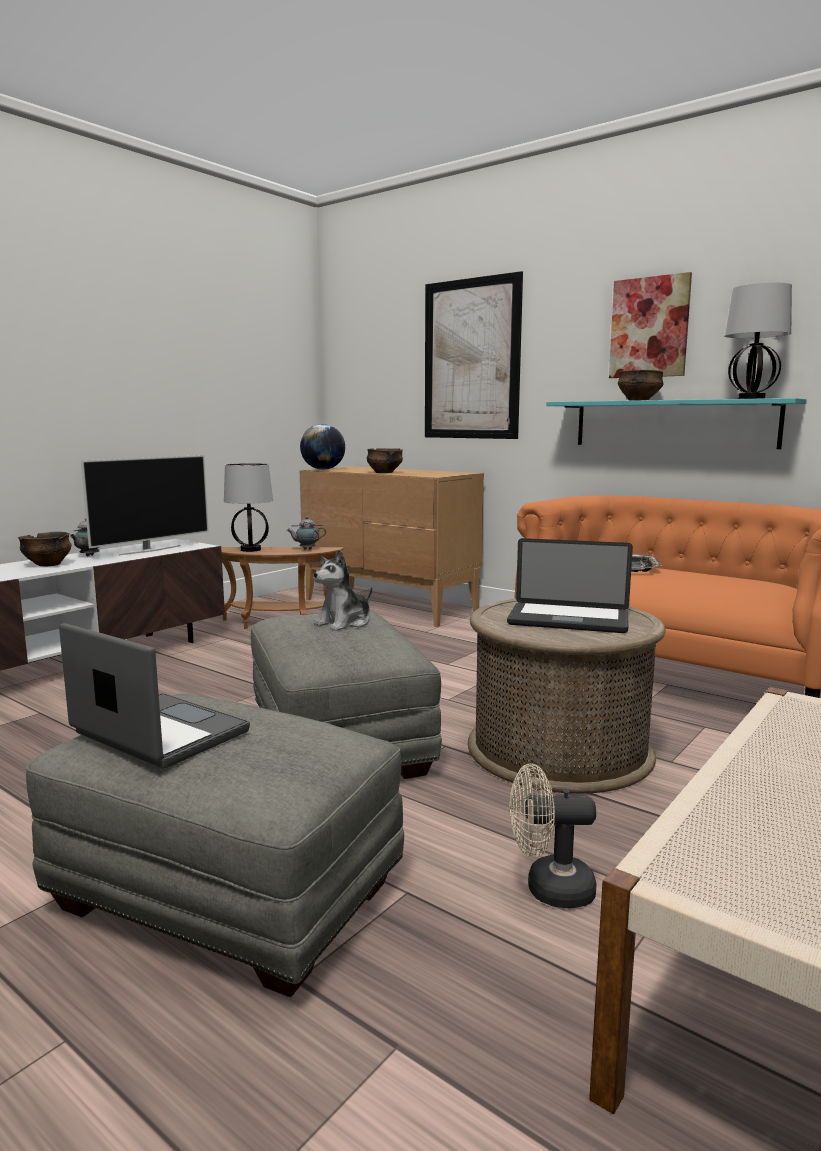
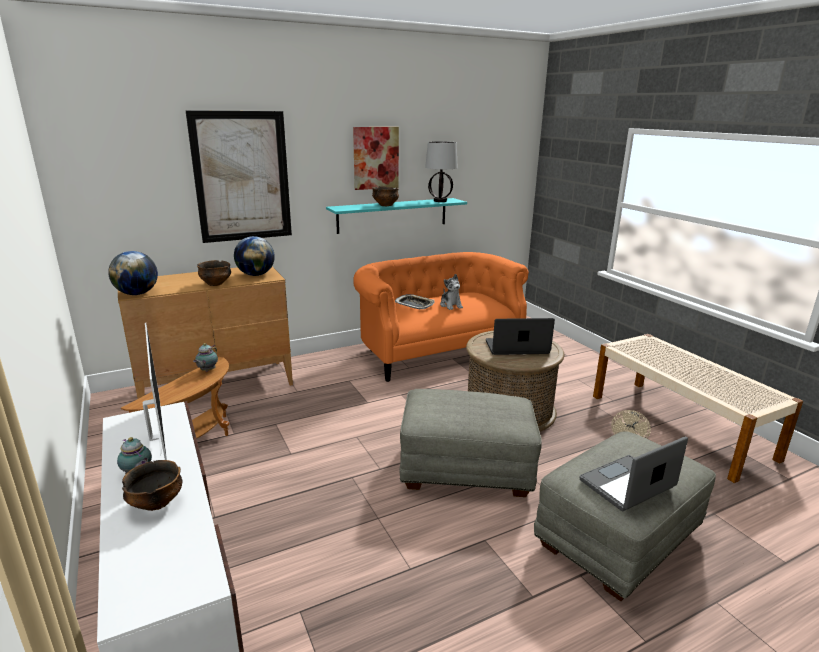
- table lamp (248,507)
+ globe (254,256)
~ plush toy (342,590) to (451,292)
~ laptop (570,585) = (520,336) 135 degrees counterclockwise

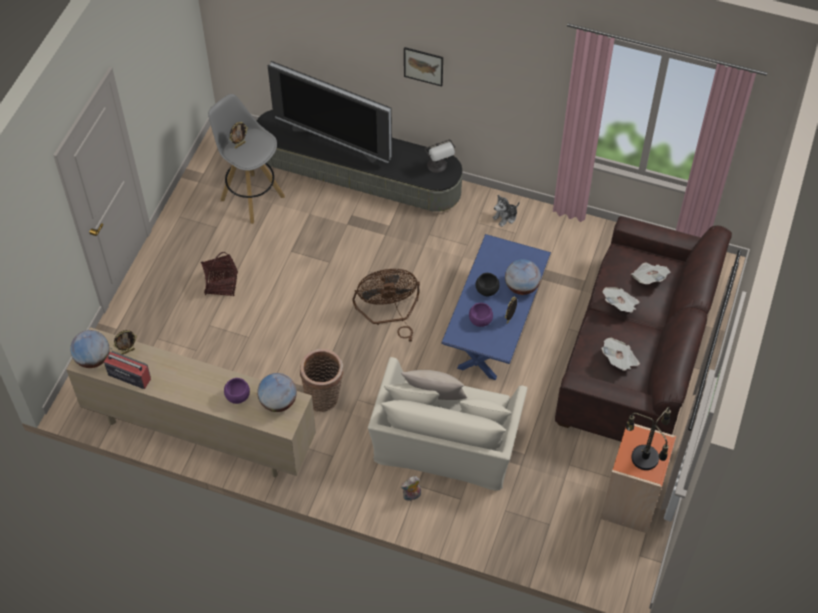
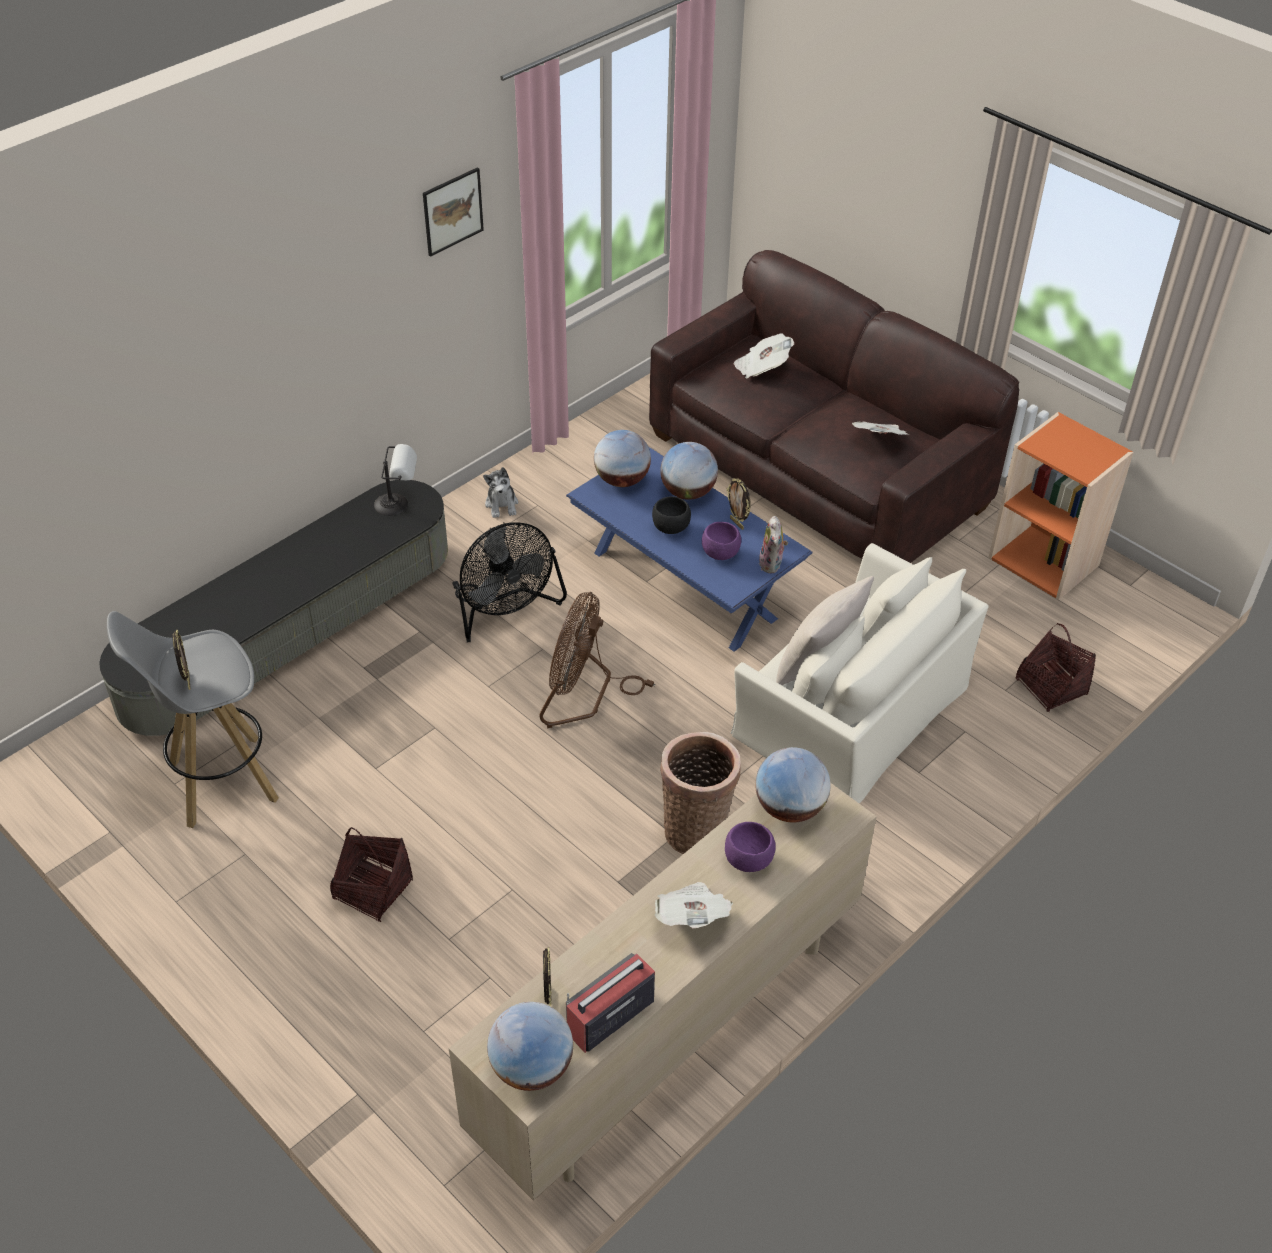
- television (330,112)
- table lamp (648,438)
+ black fan (509,582)
+ globe (622,458)
+ basket (1055,667)
~ plush toy (411,488) to (773,544)
~ picture (423,67) to (453,212)
~ newspaper (621,300) to (694,905)

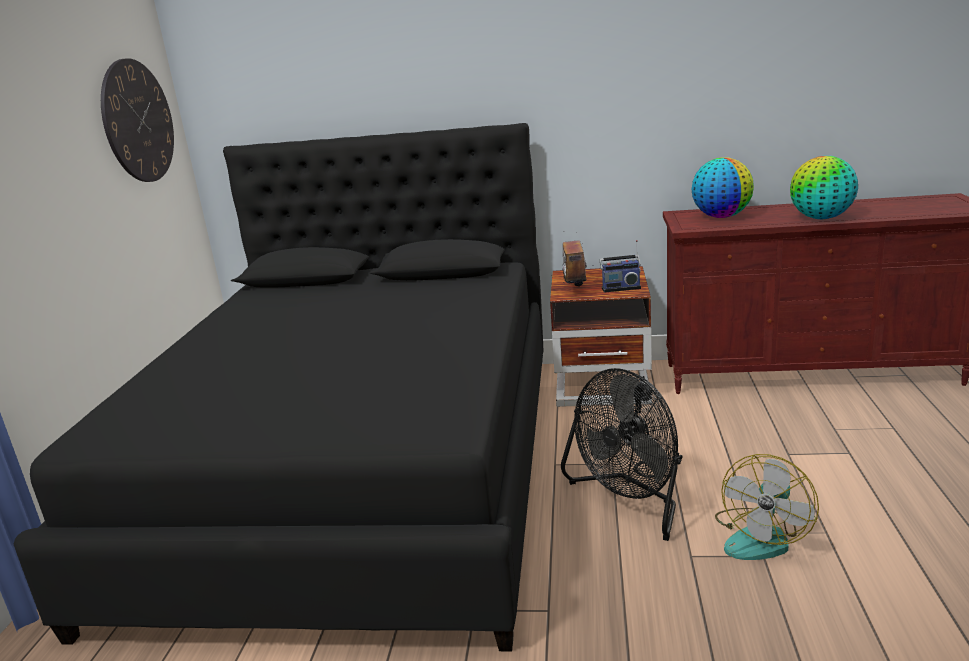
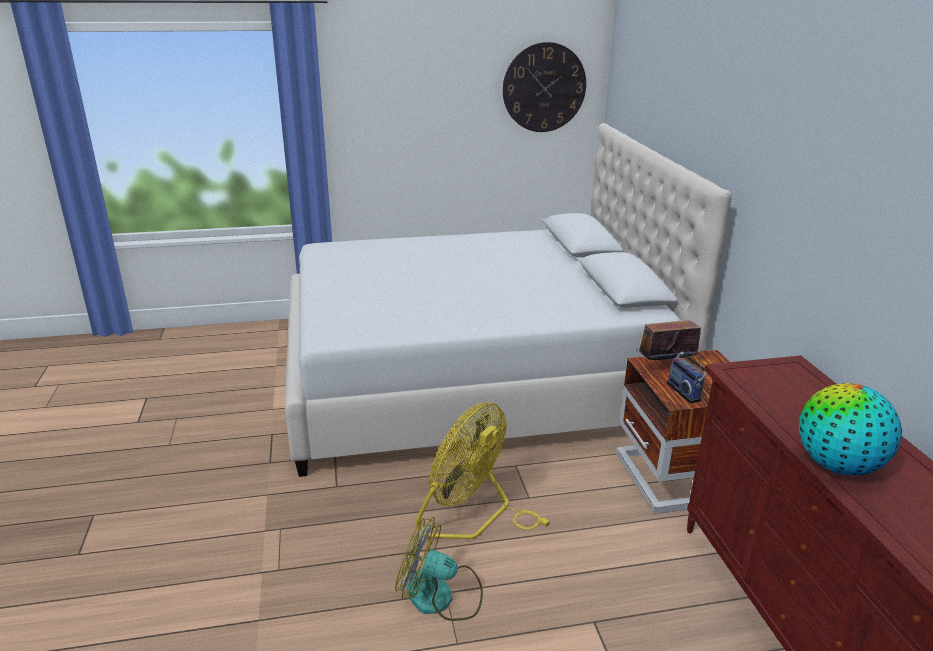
- globe (722,187)
~ black bed (278,387) to white bed (508,300)
~ black fan (621,454) to yellow fan (483,471)

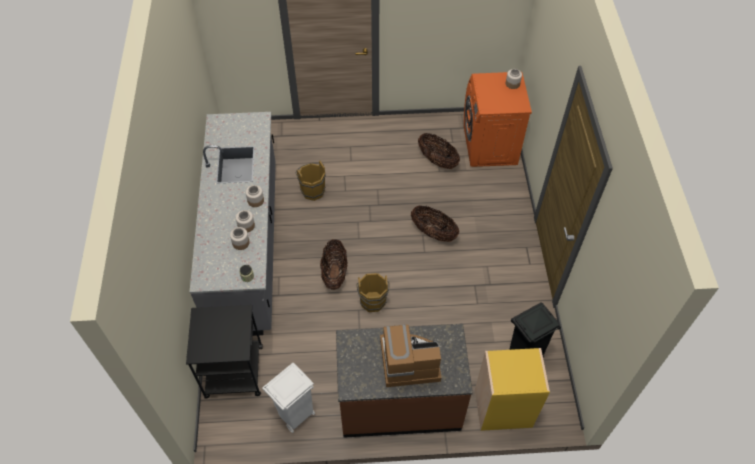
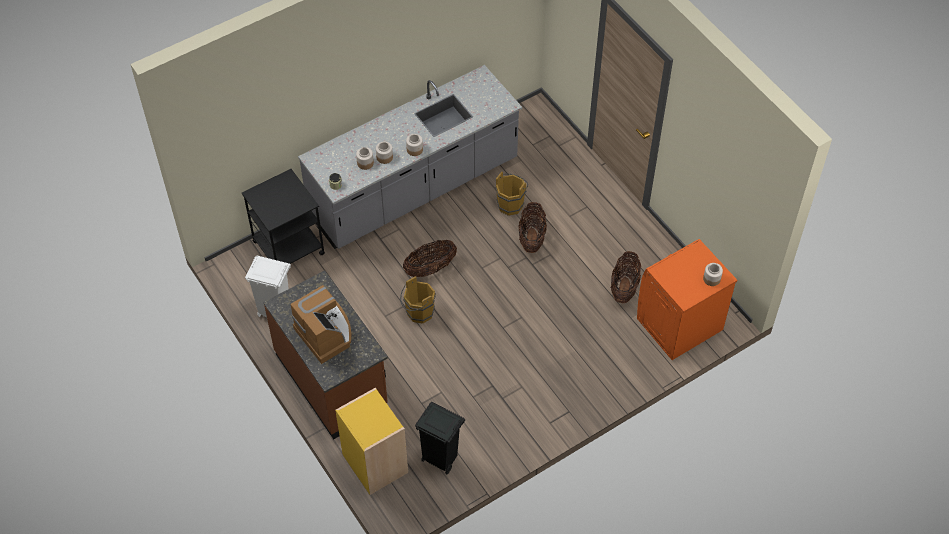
~ basket (435,224) to (533,227)

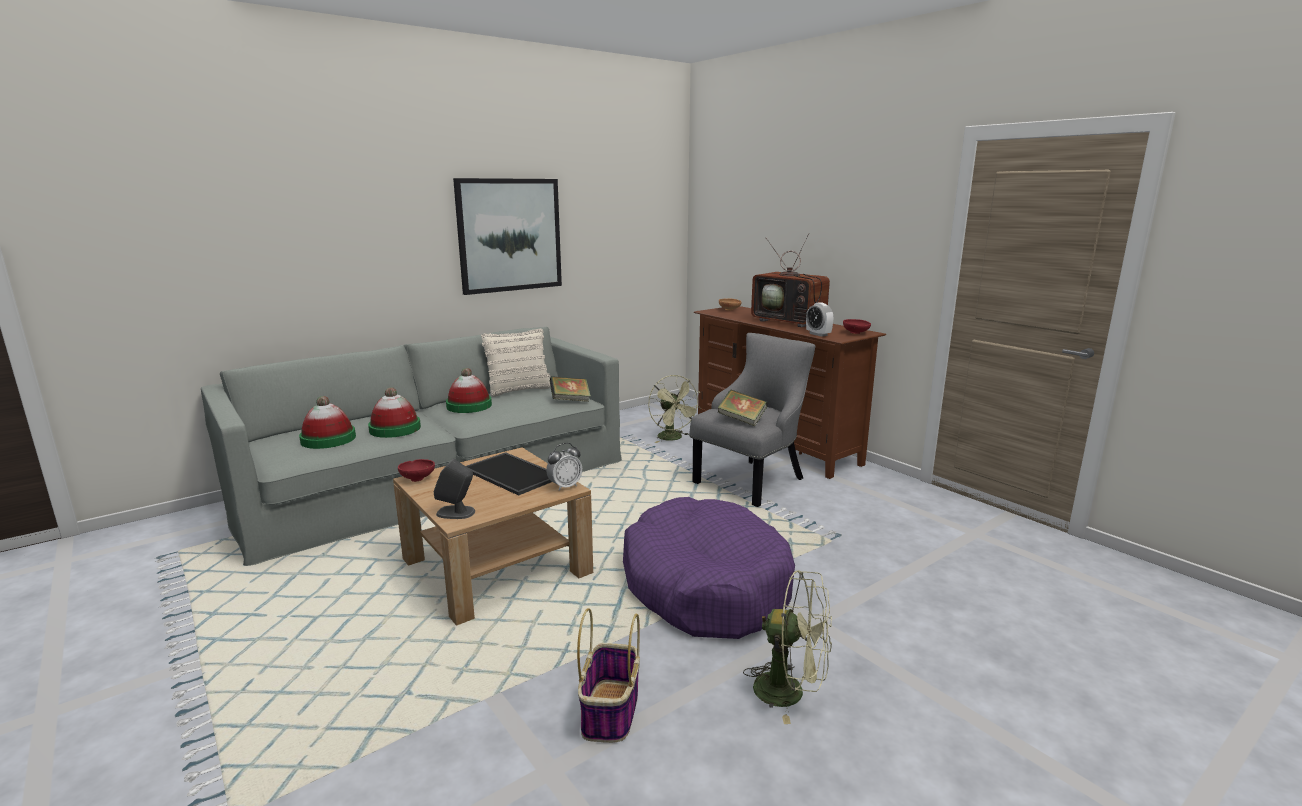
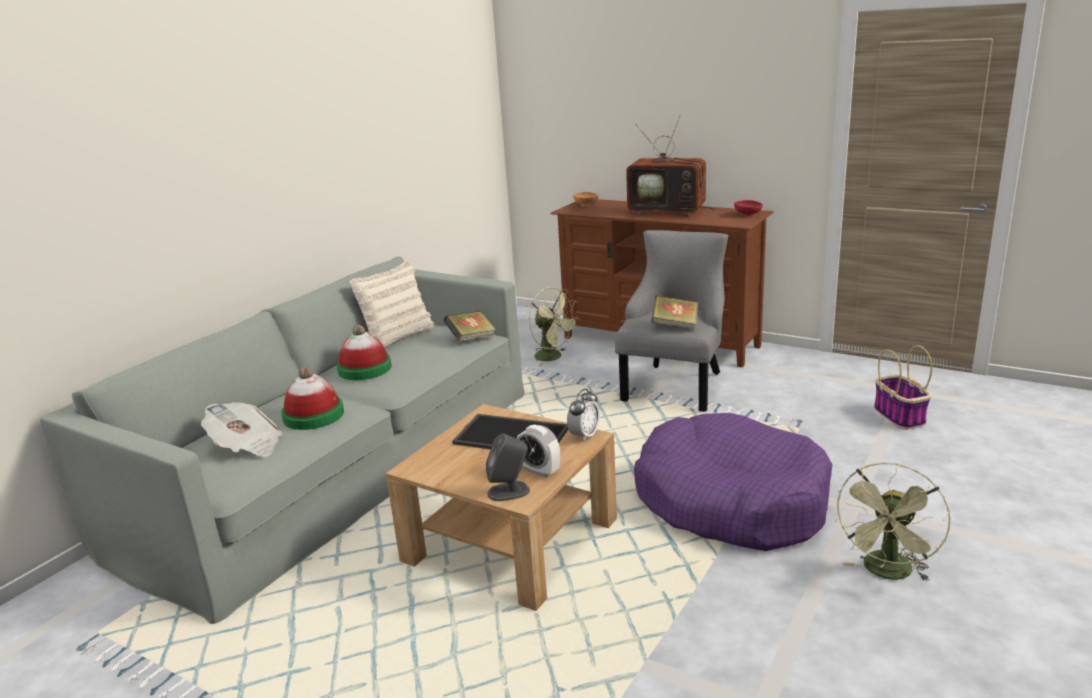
- red bowl (416,470)
- picture (507,236)
~ basket (608,675) to (903,387)
~ alarm clock (819,319) to (538,450)
~ hat (327,422) to newspaper (242,429)
~ green fan (787,647) = (893,521) 120 degrees clockwise

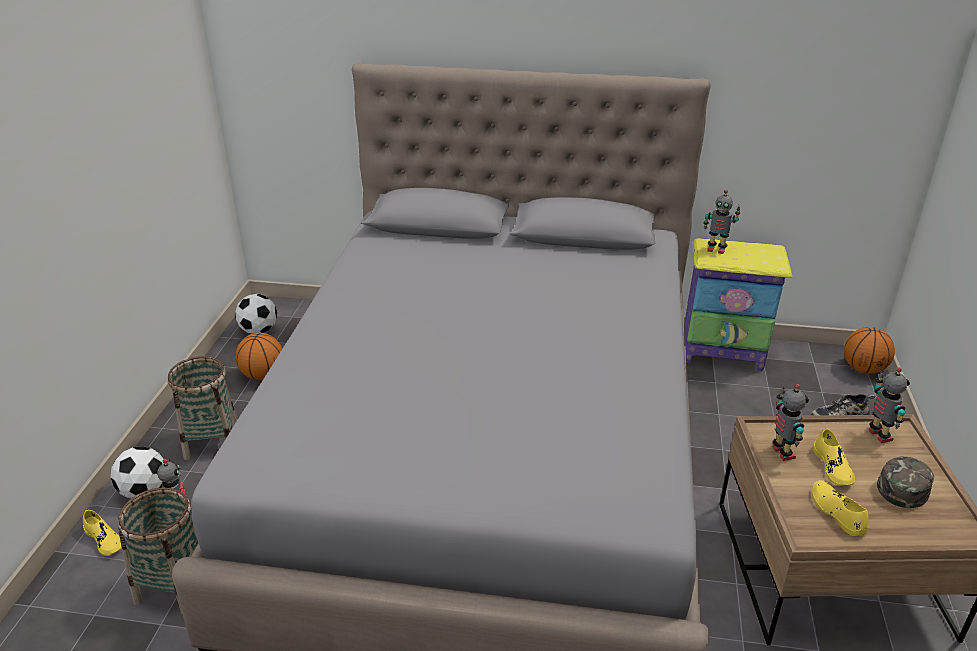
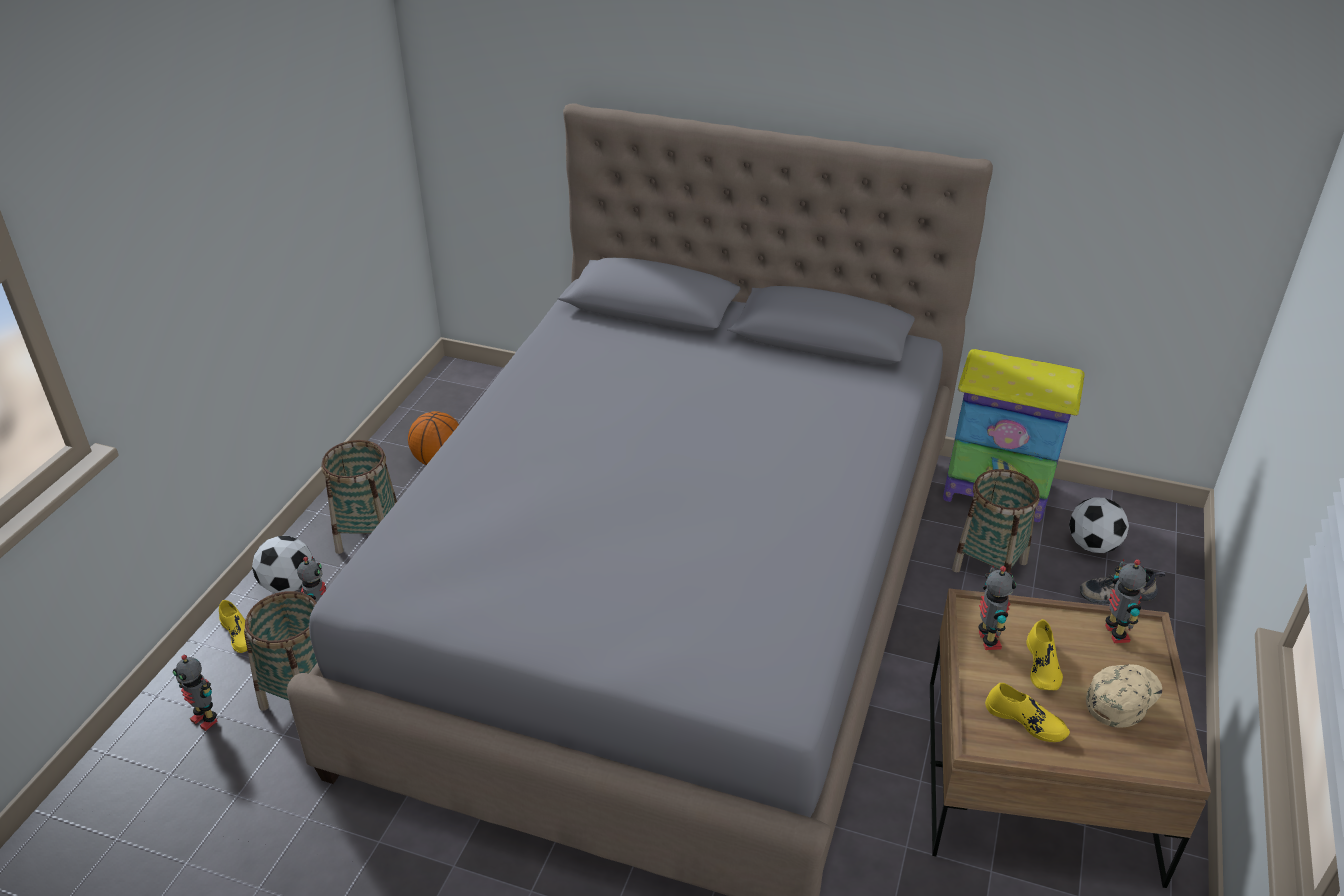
- basketball (869,350)
+ basket (996,521)
~ football (256,314) to (1099,525)
~ toy robot (722,222) to (195,693)
~ green cap (905,482) to beige cap (1124,696)
~ yellow shoe (840,508) = (1027,712) 135 degrees clockwise

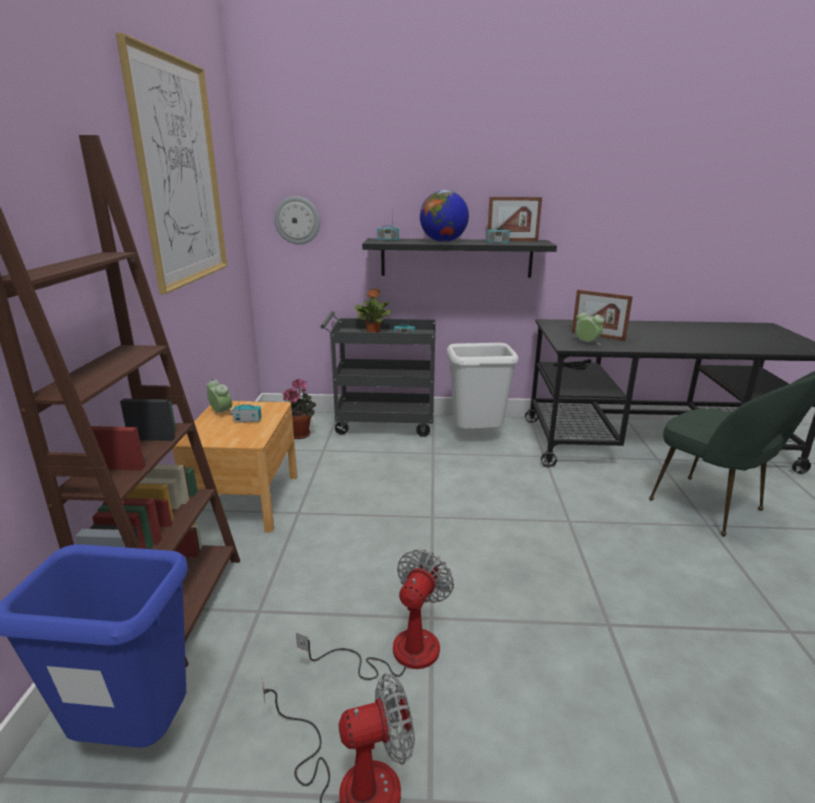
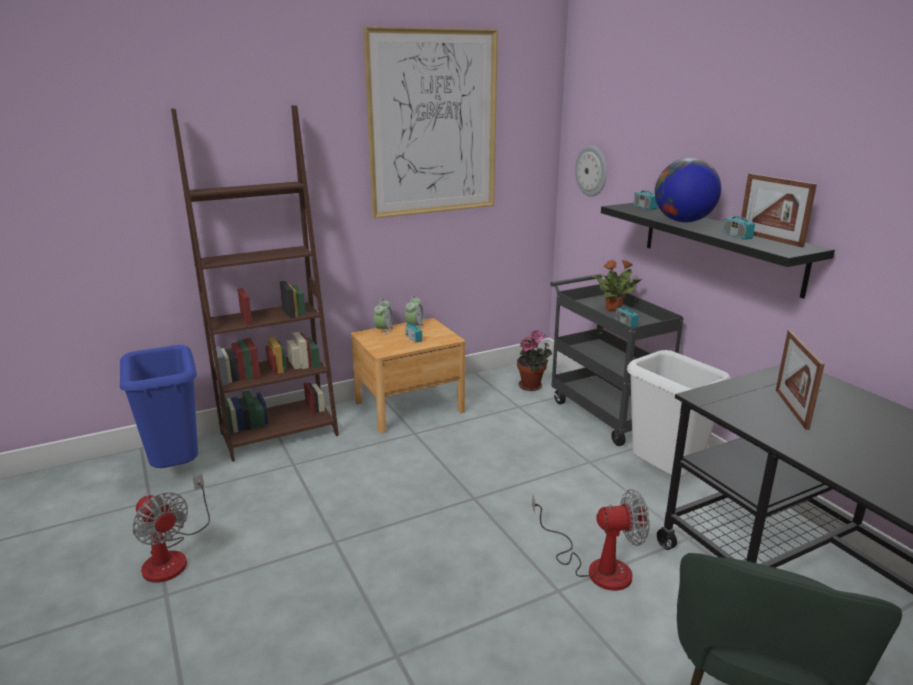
~ fan (375,615) to (591,540)
~ alarm clock (589,327) to (384,317)

